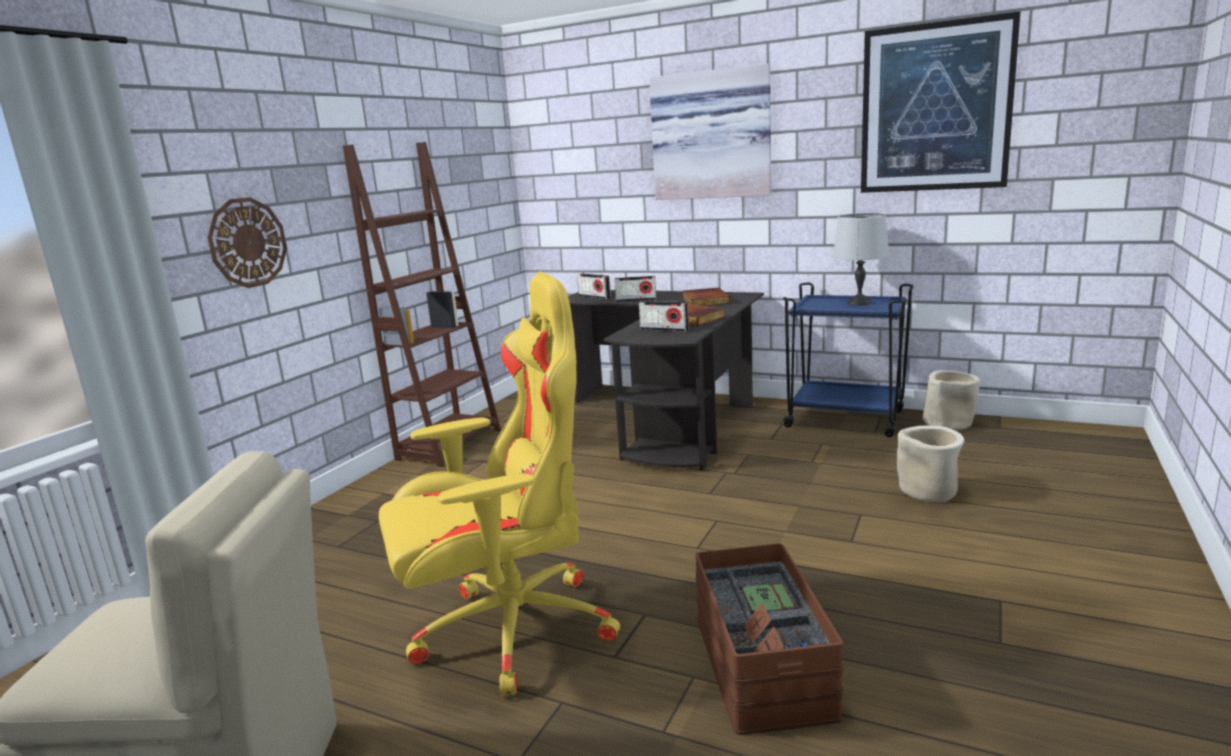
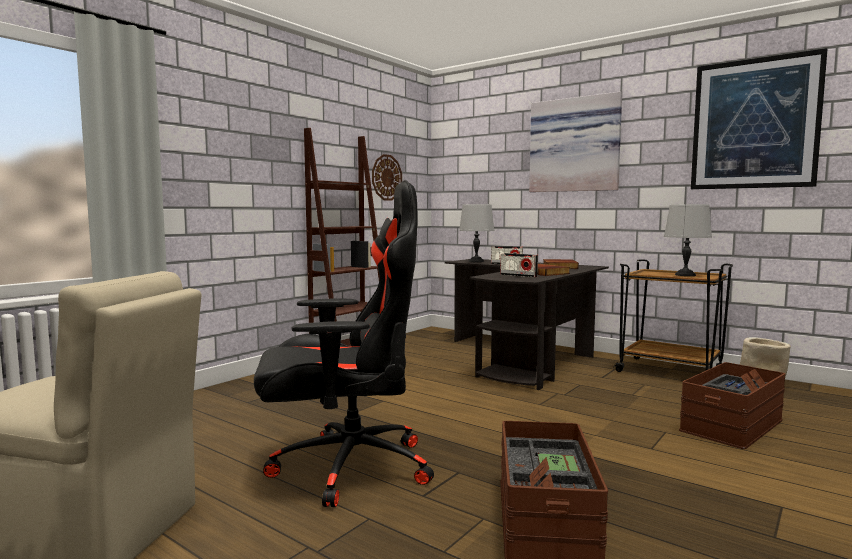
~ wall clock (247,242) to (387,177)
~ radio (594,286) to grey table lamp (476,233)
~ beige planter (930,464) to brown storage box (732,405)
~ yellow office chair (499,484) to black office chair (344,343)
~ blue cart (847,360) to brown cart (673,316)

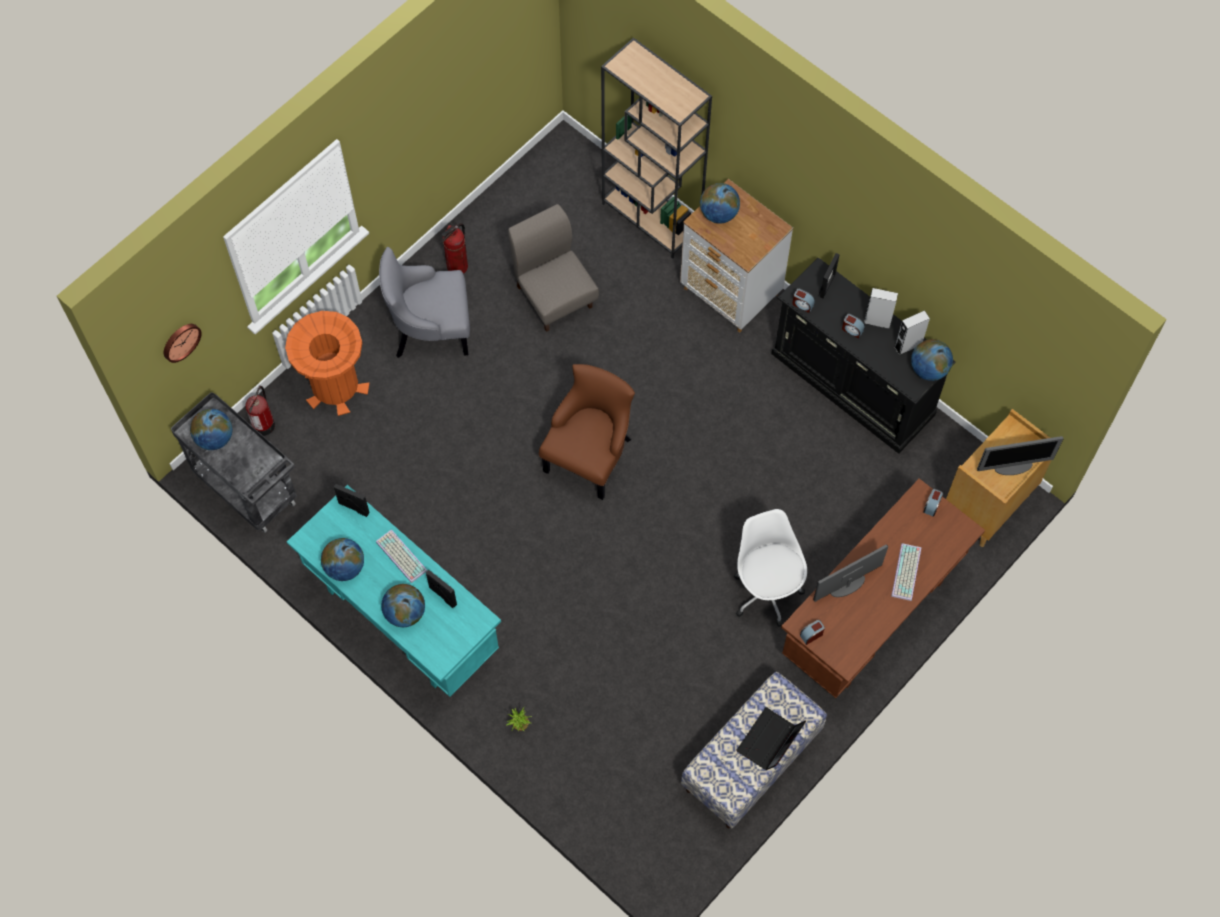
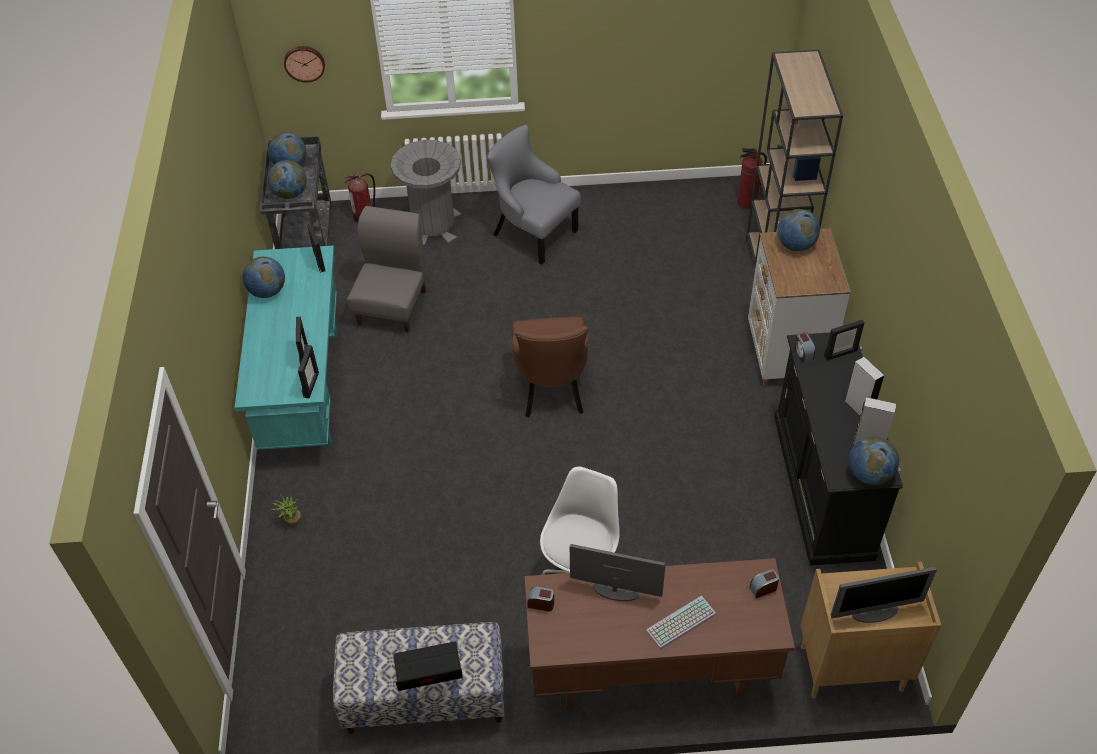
- keyboard (401,556)
- alarm clock (853,326)
+ picture frame (308,372)
~ globe (403,605) to (287,179)
~ fire extinguisher (455,248) to (752,178)
~ grey chair (553,268) to (386,269)
~ orange trash can (327,363) to grey trash can (426,193)
~ brown chair (587,432) = (550,367) 105 degrees clockwise
~ monitor (1020,455) = (884,595) 45 degrees counterclockwise

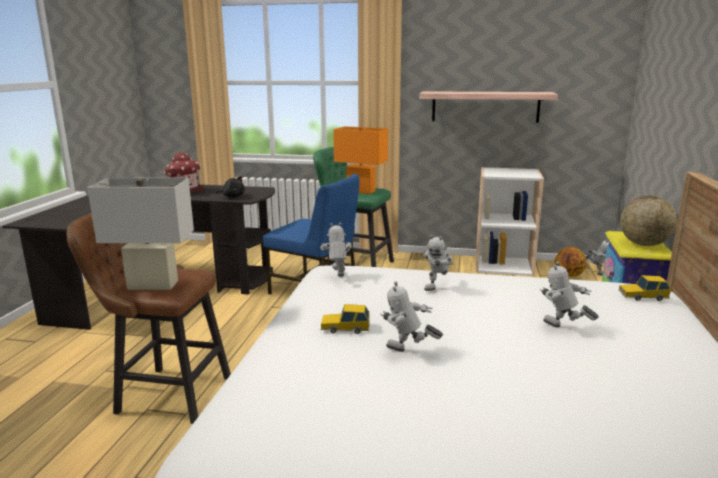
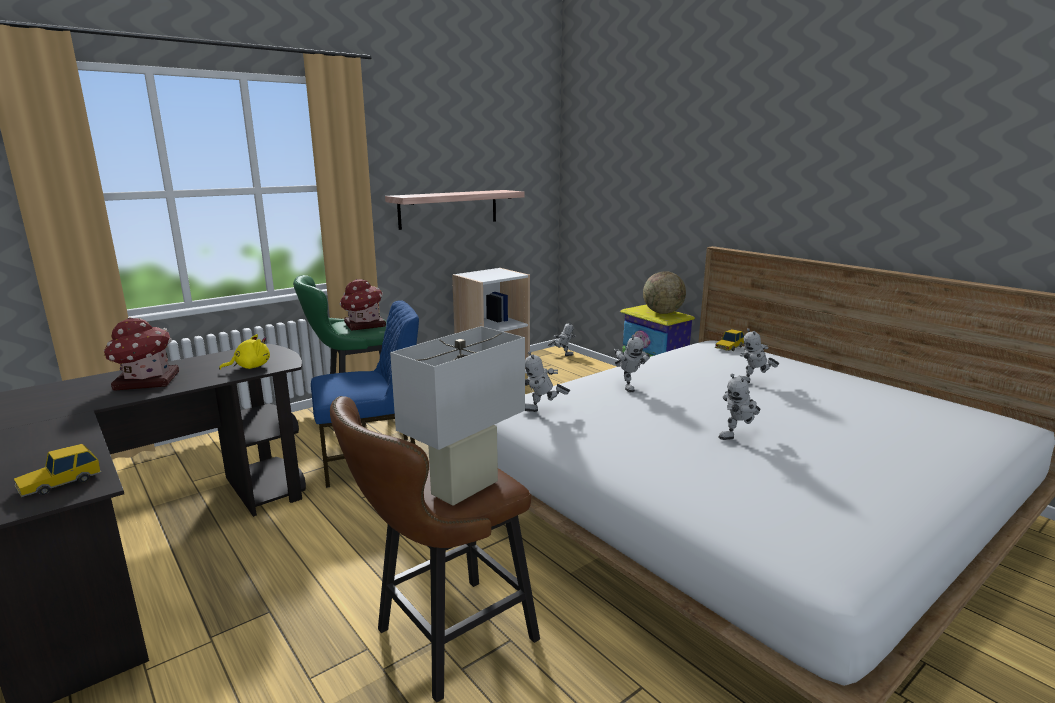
- basketball (571,262)
~ toy car (345,319) to (58,470)
~ orange table lamp (360,160) to toy house (363,305)
~ black plush toy (230,186) to yellow plush toy (244,352)
~ toy robot (336,249) = (547,381) 45 degrees counterclockwise

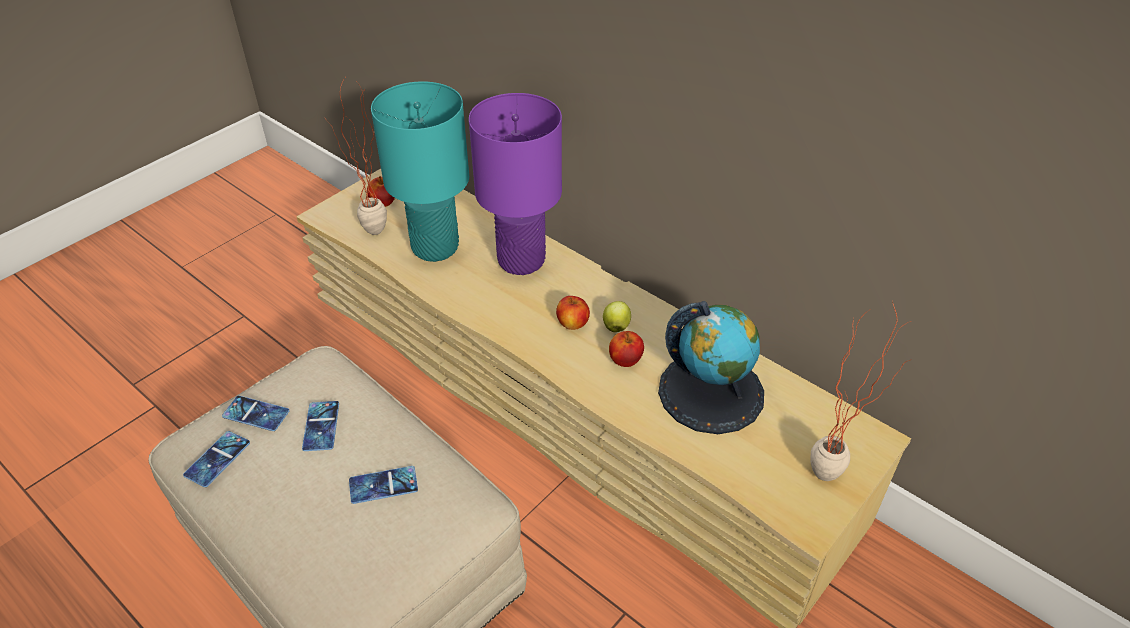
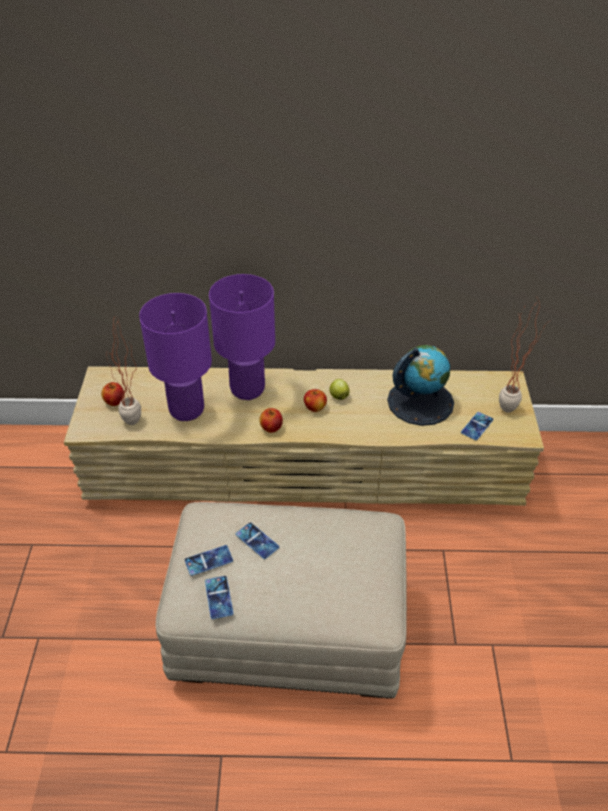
~ phone (383,485) to (477,426)
~ apple (626,349) to (271,420)
~ turquoise table lamp (420,171) to purple table lamp (175,357)

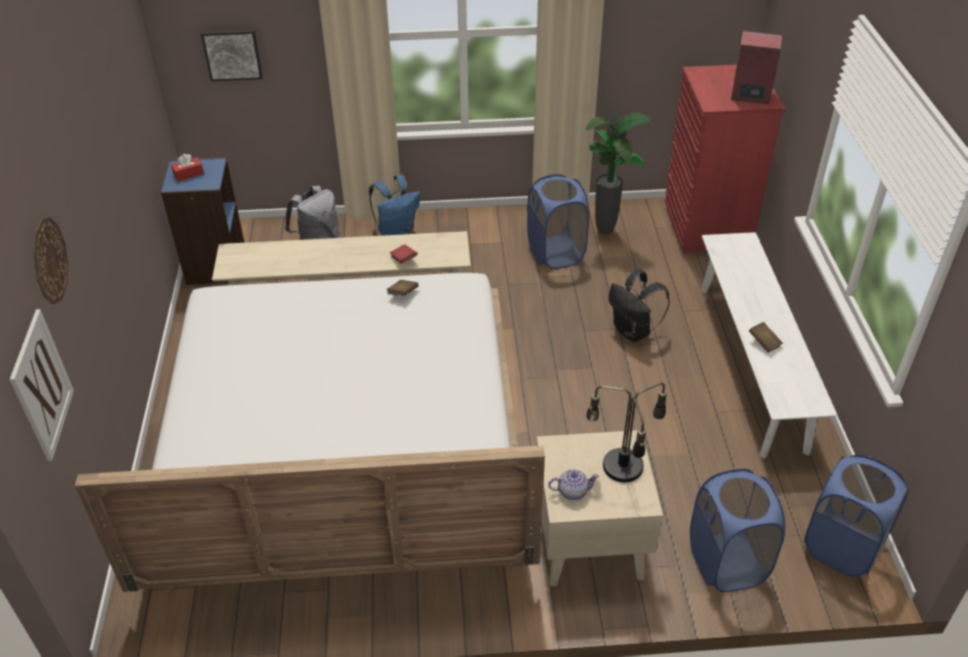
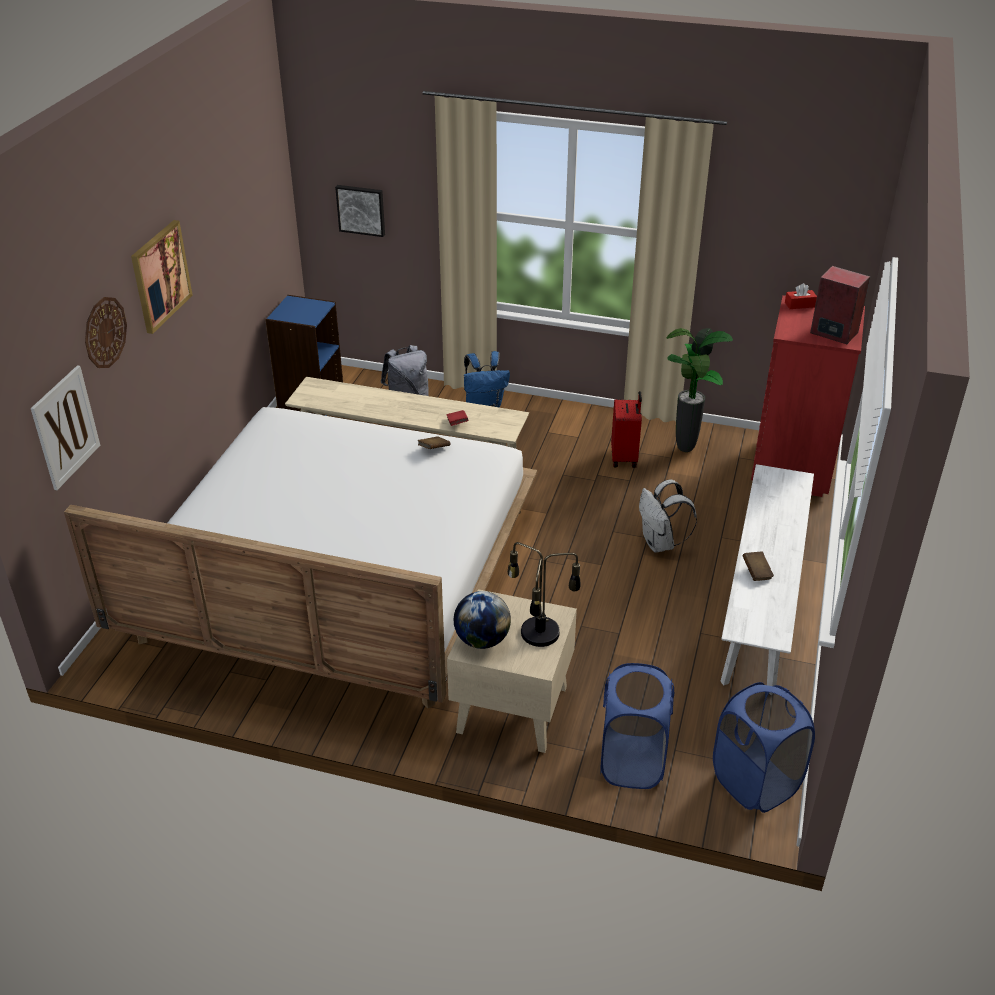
+ picture (161,277)
~ red tissue box (187,167) to (801,296)
~ blue laundry basket (558,221) to red suitcase (626,429)
~ teapot (573,484) to globe (482,620)
~ black backpack (639,305) to white backpack (668,516)

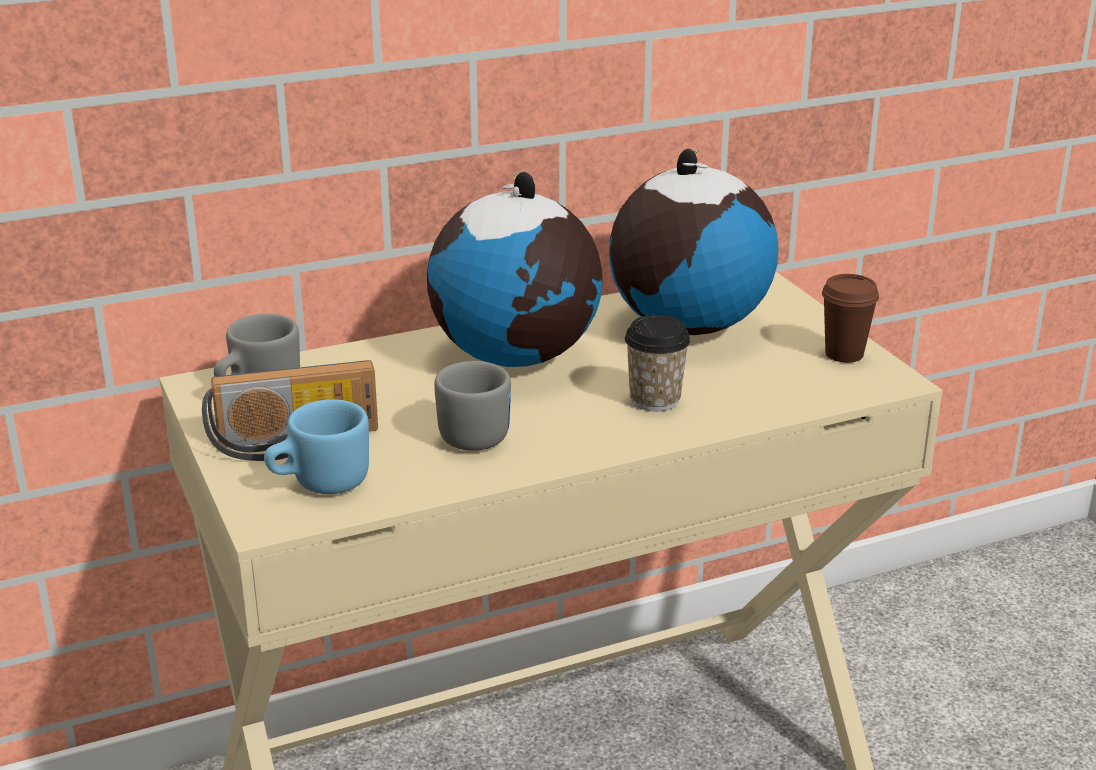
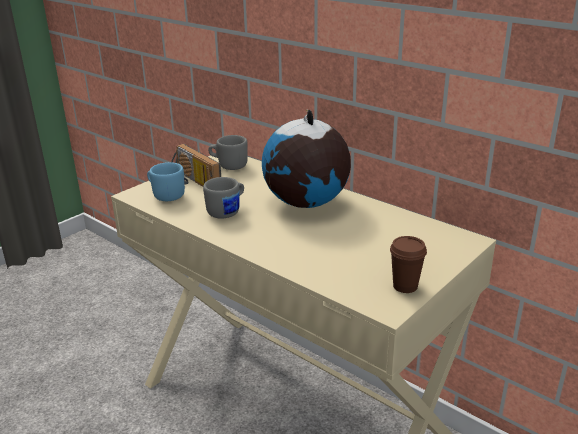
- globe (694,242)
- cup (657,363)

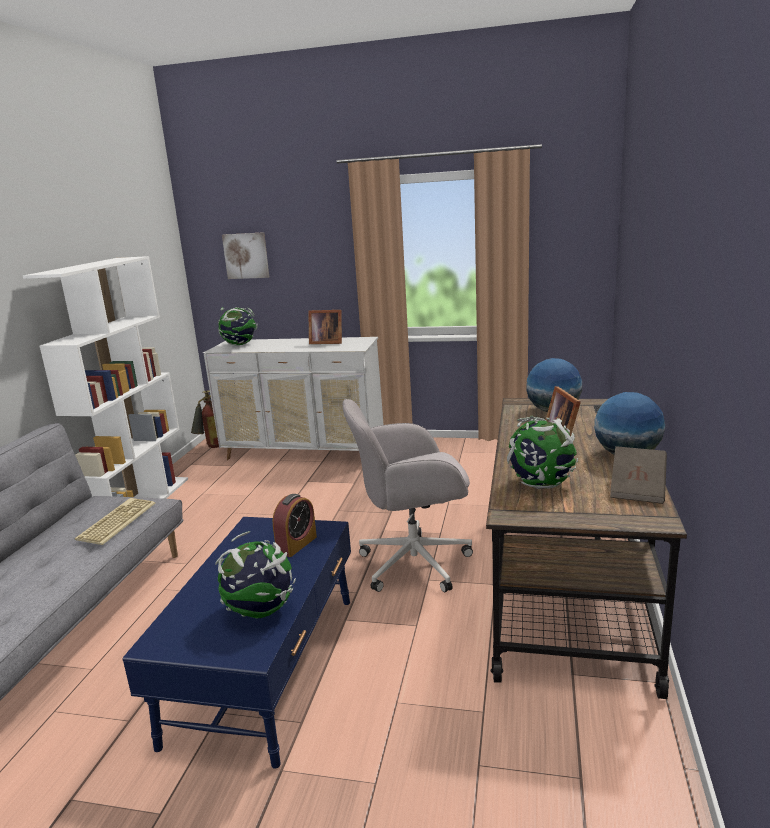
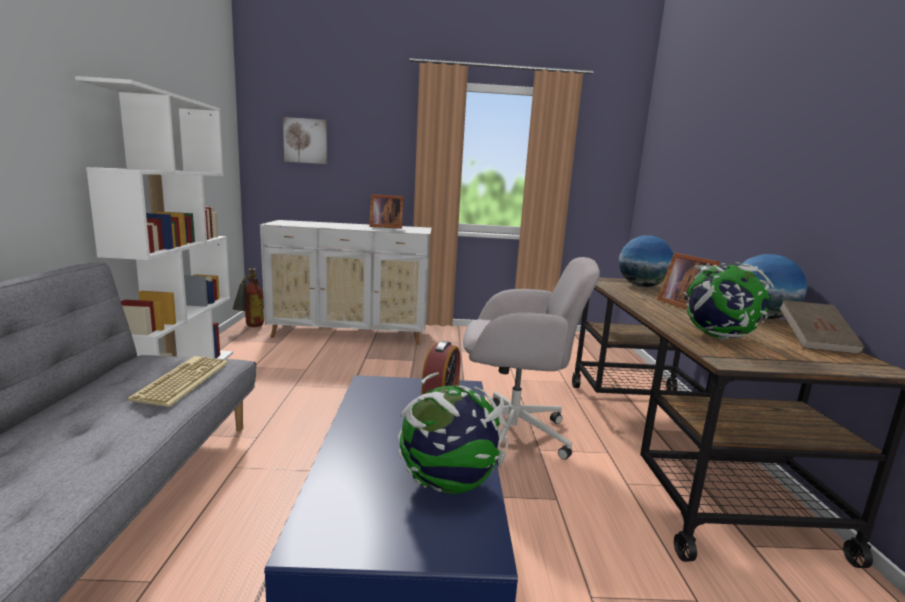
- globe (238,326)
~ grey office chair (408,495) = (531,361) 150 degrees counterclockwise

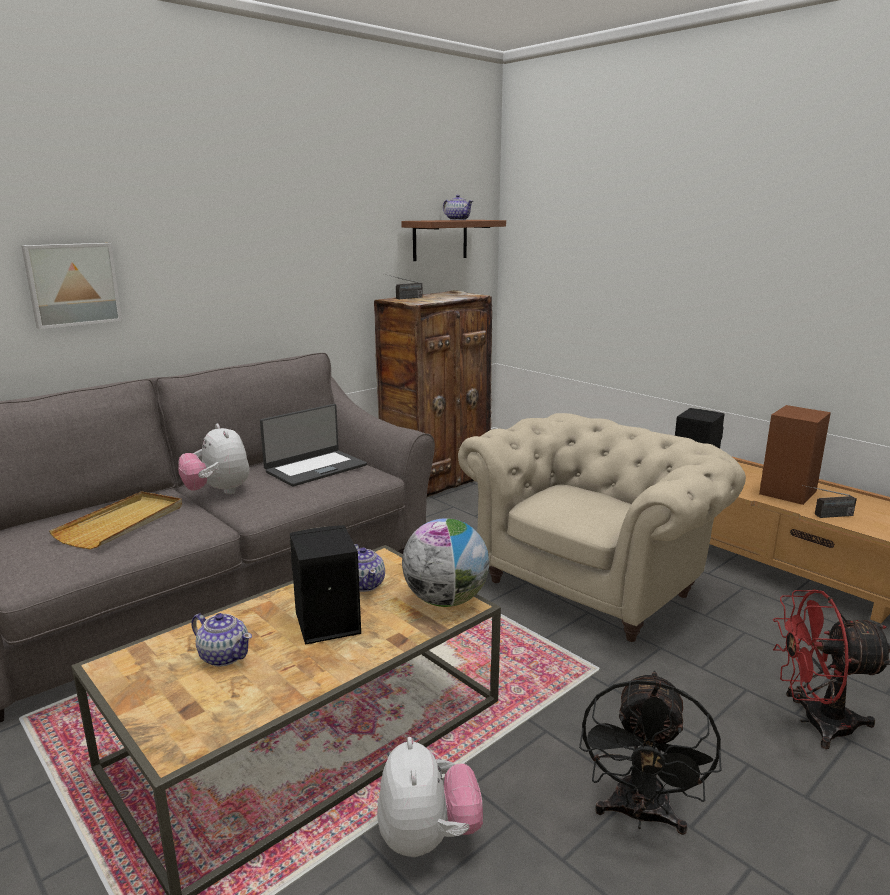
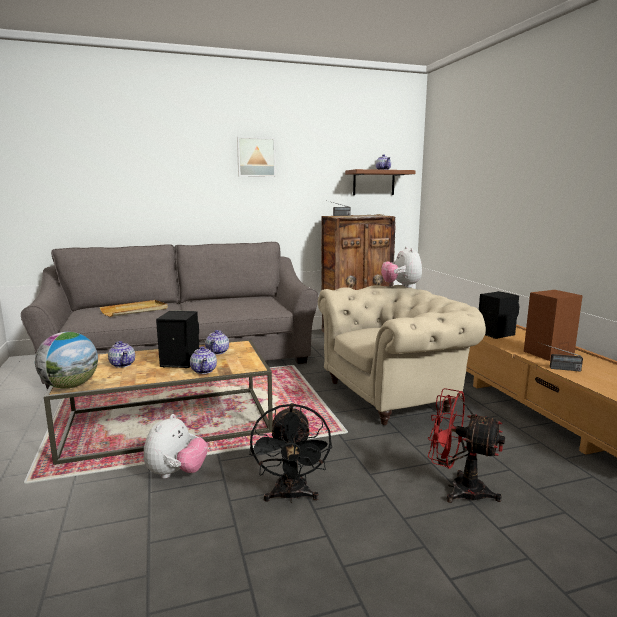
- laptop (313,445)
+ teapot (203,360)
~ picture (71,286) to (256,157)
~ plush toy (213,458) to (401,267)
~ globe (445,562) to (66,360)
~ black fan (650,753) = (290,453) 45 degrees counterclockwise

